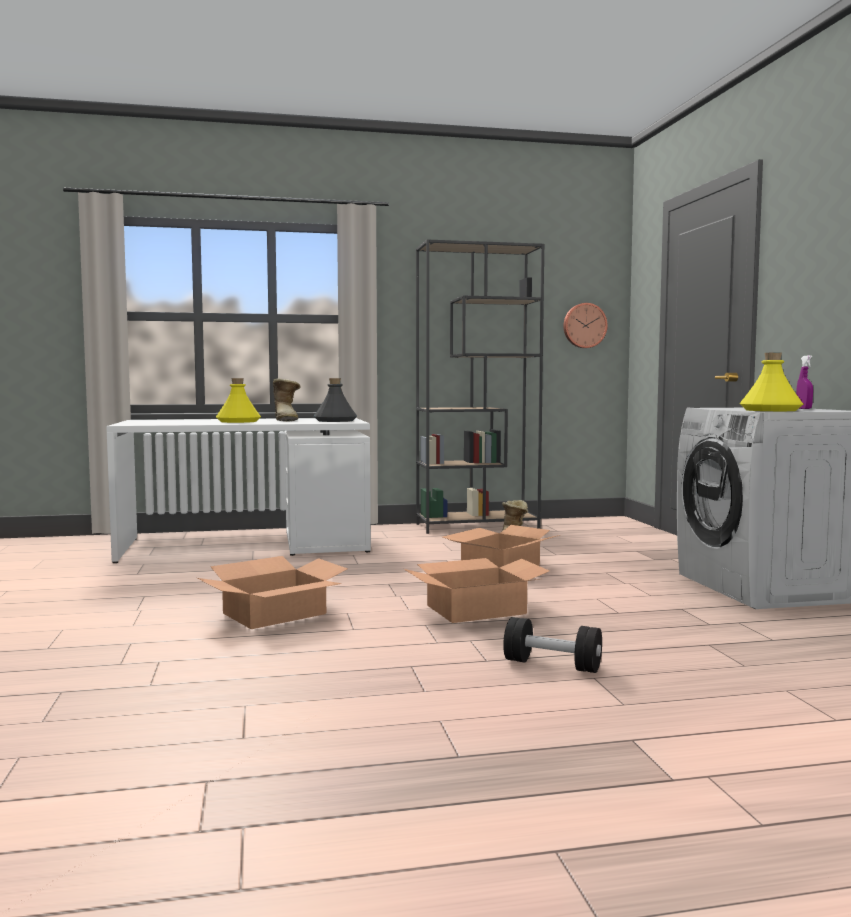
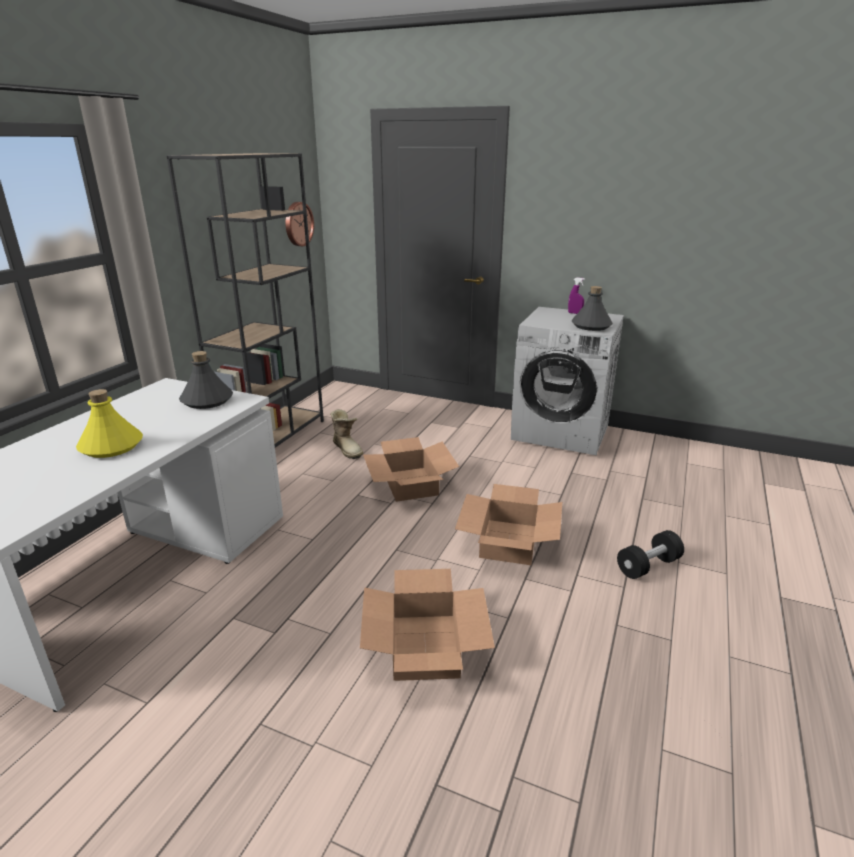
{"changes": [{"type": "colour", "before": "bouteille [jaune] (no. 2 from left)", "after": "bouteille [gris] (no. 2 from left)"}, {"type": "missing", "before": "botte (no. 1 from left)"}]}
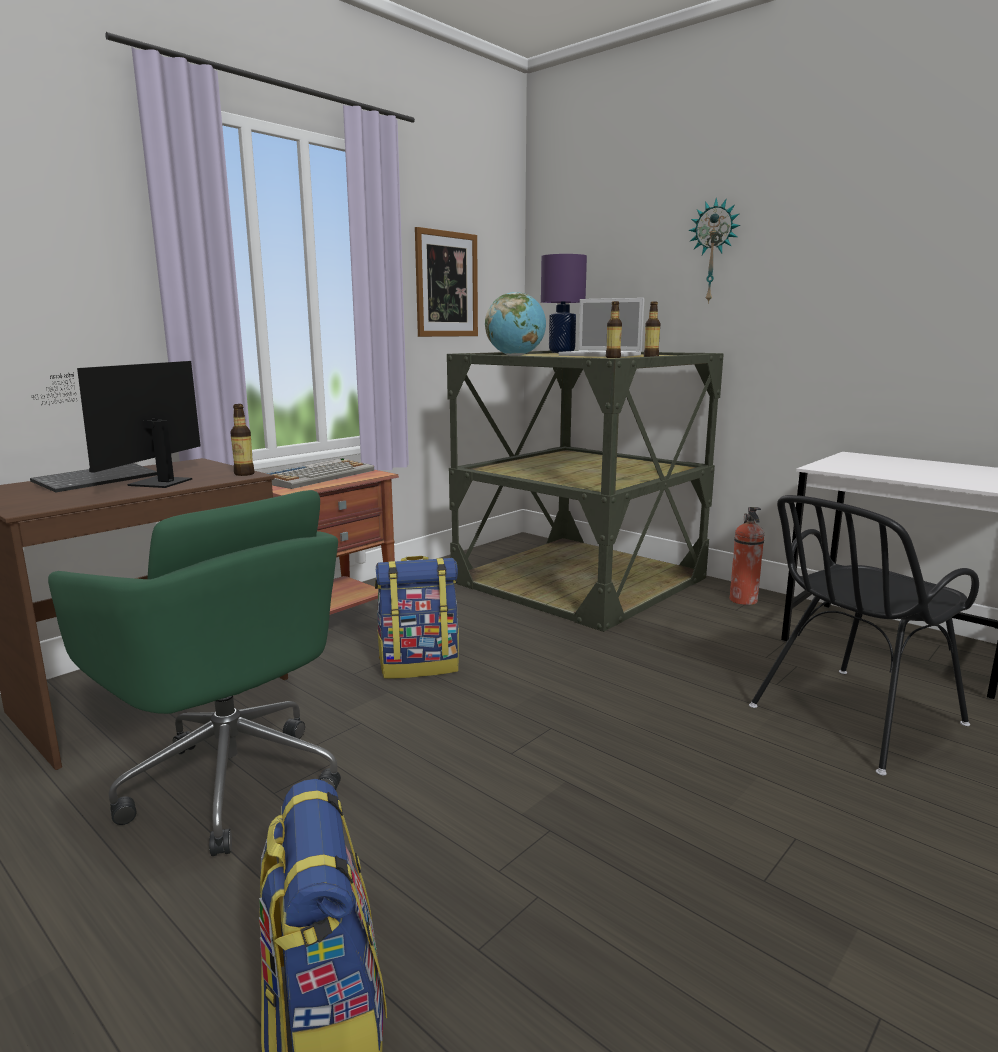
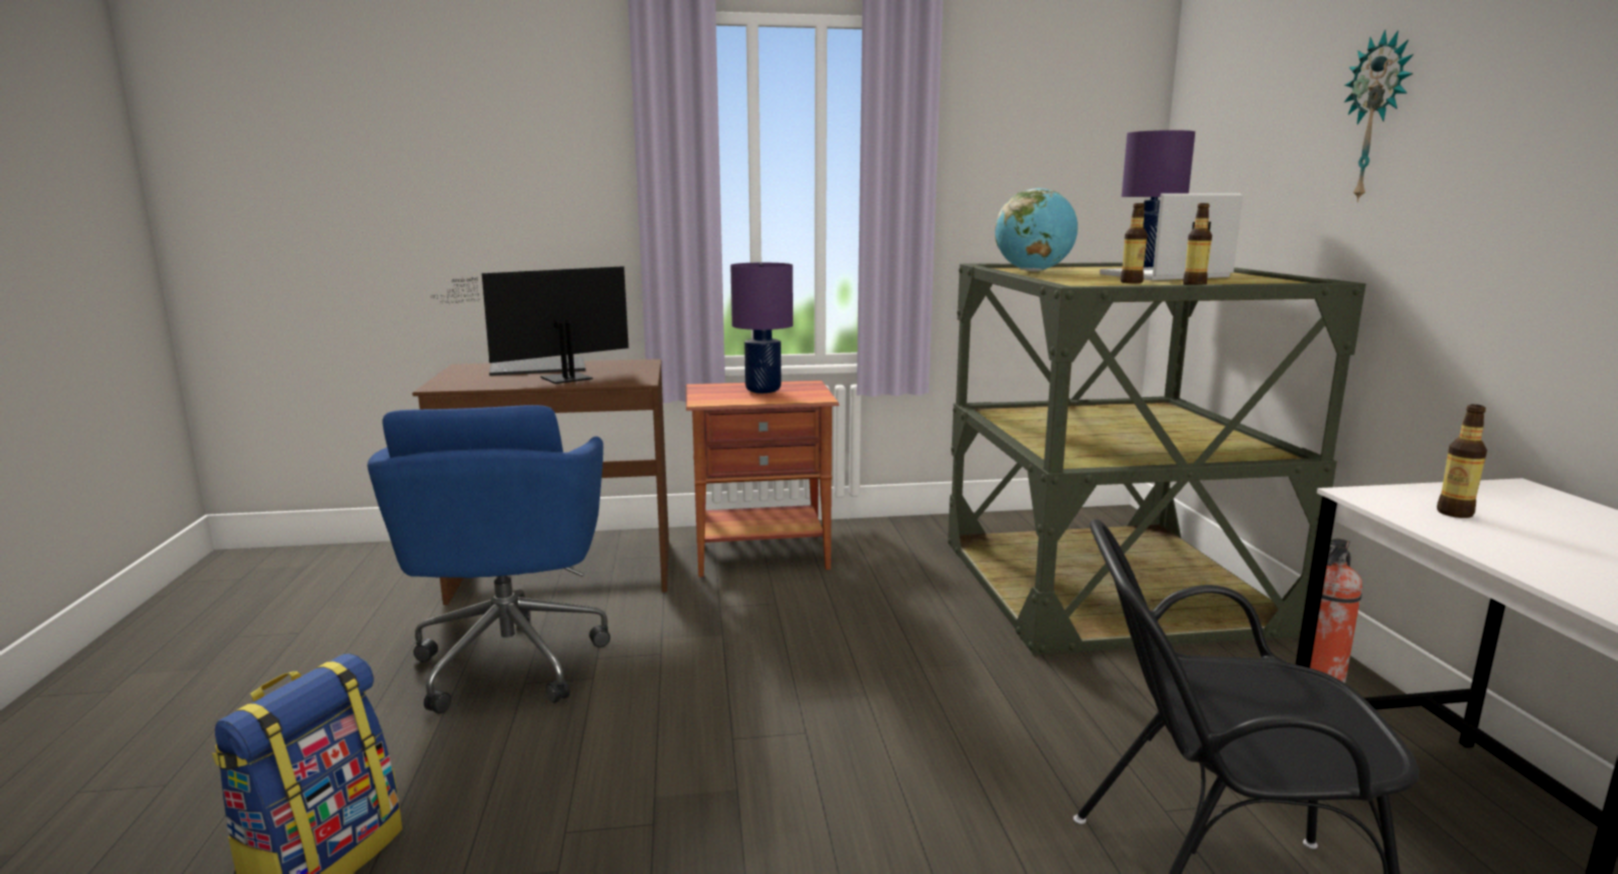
{"changes": [{"type": "missing", "before": "tableau"}, {"type": "spun", "before": "ordinateur portable", "turn": 90}, {"type": "relocated", "before": "bouteille (no. 1 from left in the first image)", "after": "bouteille (no. 3 from left)"}, {"type": "exchanged", "before": "clavier (no. 2 from left)", "after": "lampe de table [violet] (no. 1 from left)"}, {"type": "colour", "before": "chaise de bureau [vert]", "after": "chaise de bureau [bleu]"}, {"type": "missing", "before": "sac à dos (no. 2 from left)"}]}
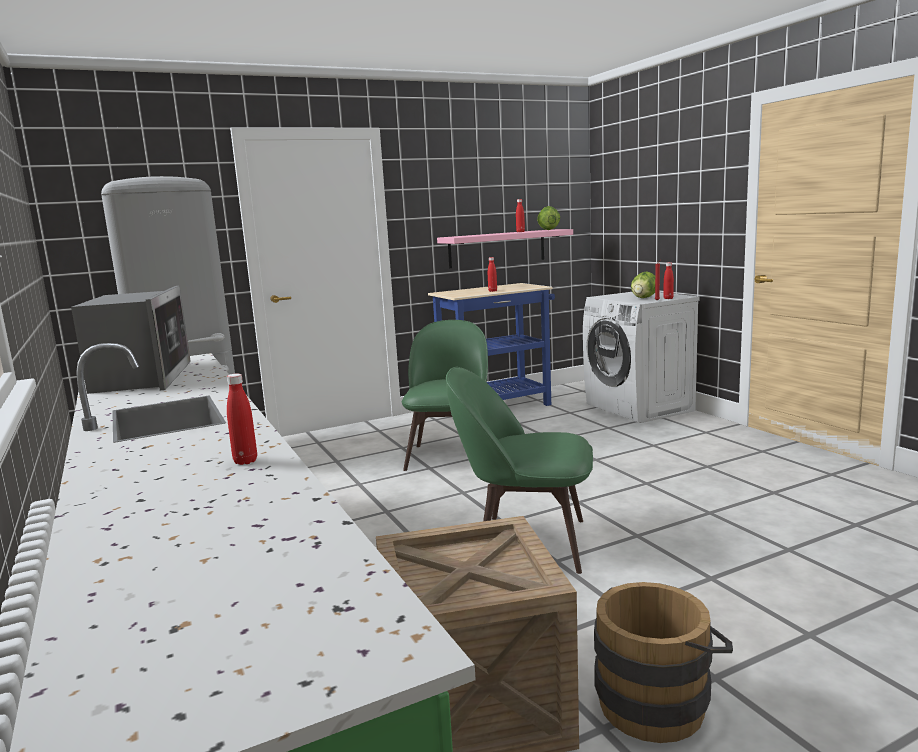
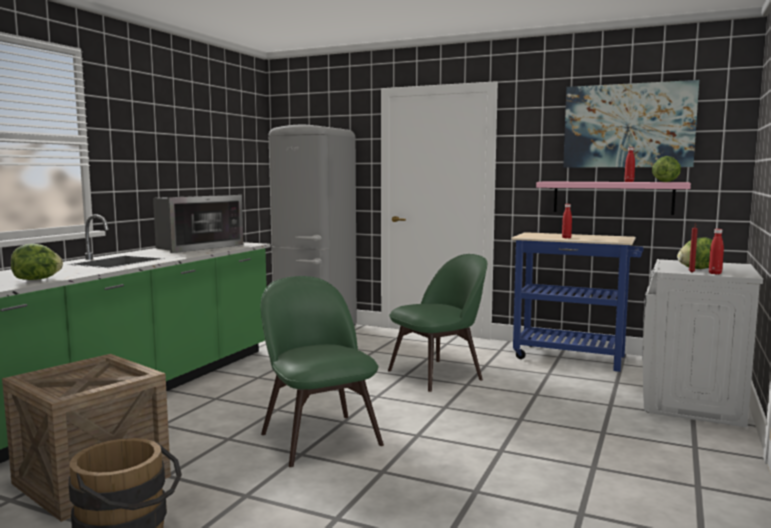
{"changes": [{"type": "exchanged", "before": "bouteille [rouge] (no. 1 from left)", "after": "laitue (no. 1 from left)"}, {"type": "appeared", "after": "tableau"}]}
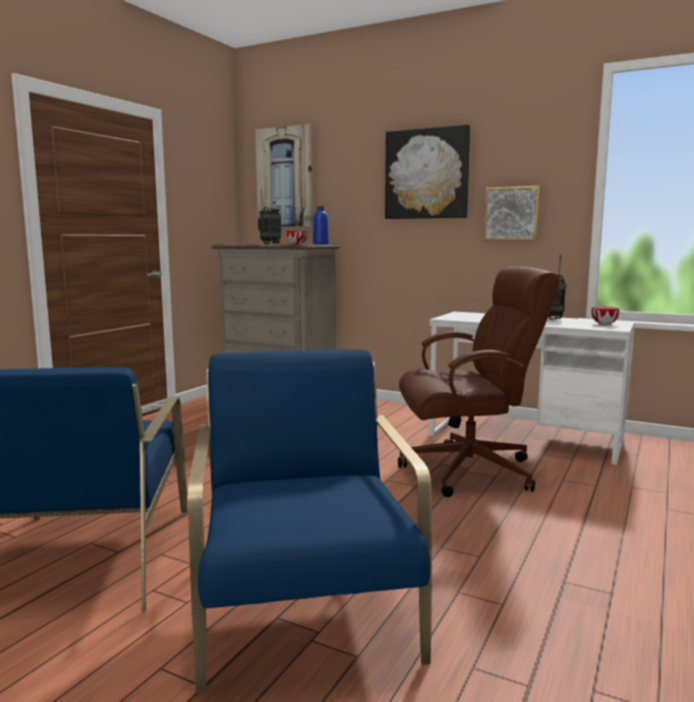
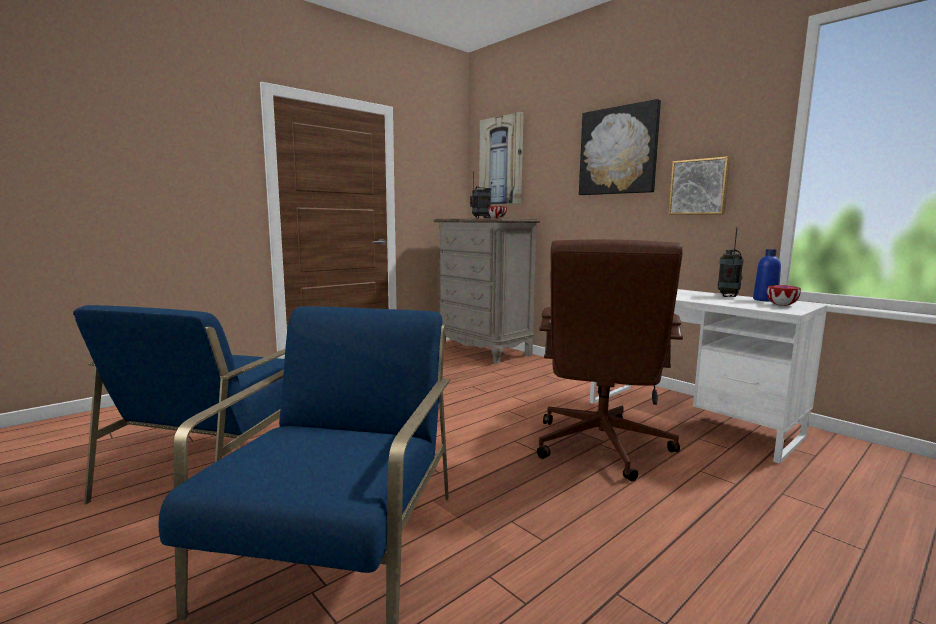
{"changes": [{"type": "relocated", "before": "bouteille [bleu]"}, {"type": "spun", "before": "chaise de bureau [marron]", "turn": 90}]}
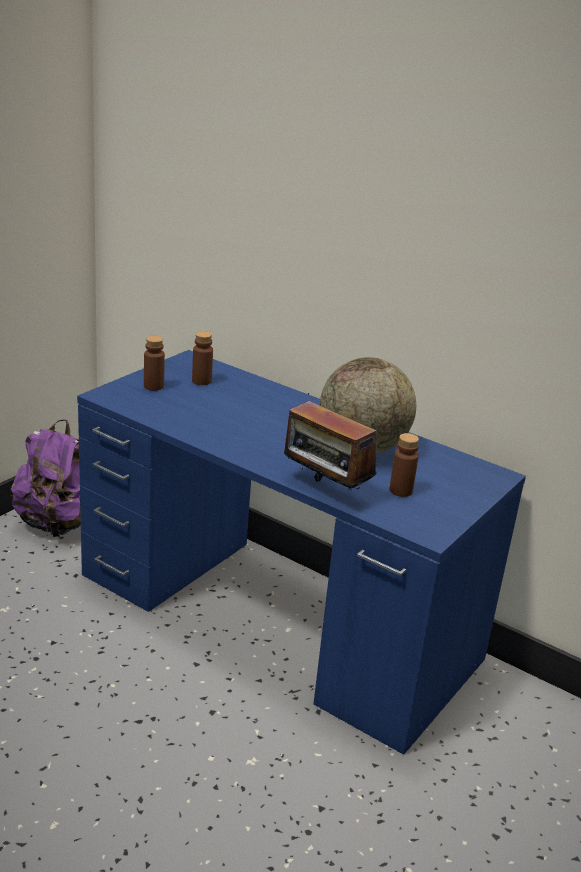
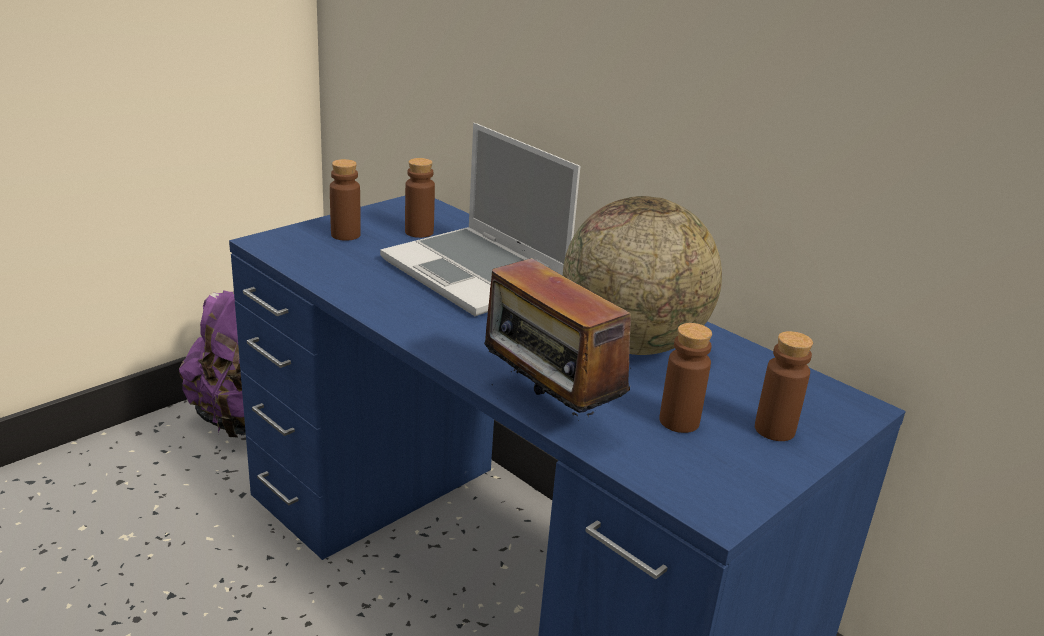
{"changes": [{"type": "appeared", "after": "ordinateur portable"}, {"type": "appeared", "after": "bouteille [marron] (no. 4 from left)"}]}
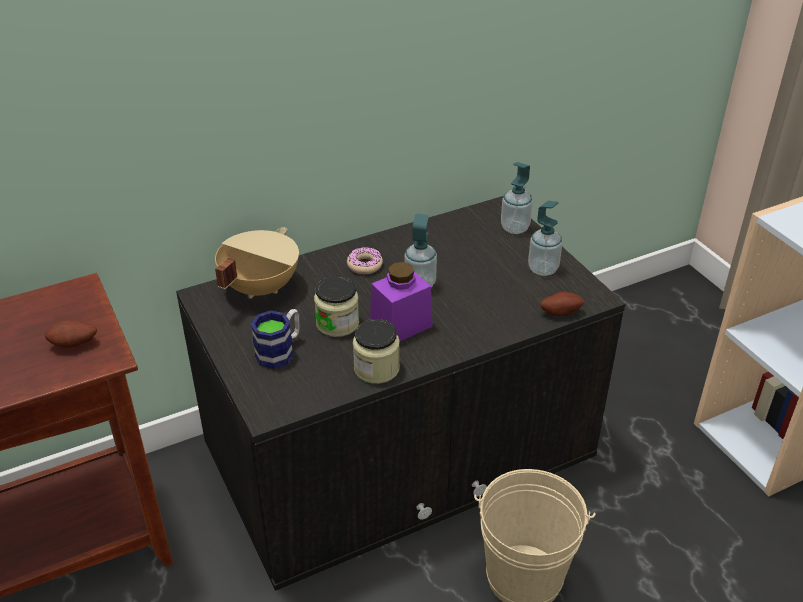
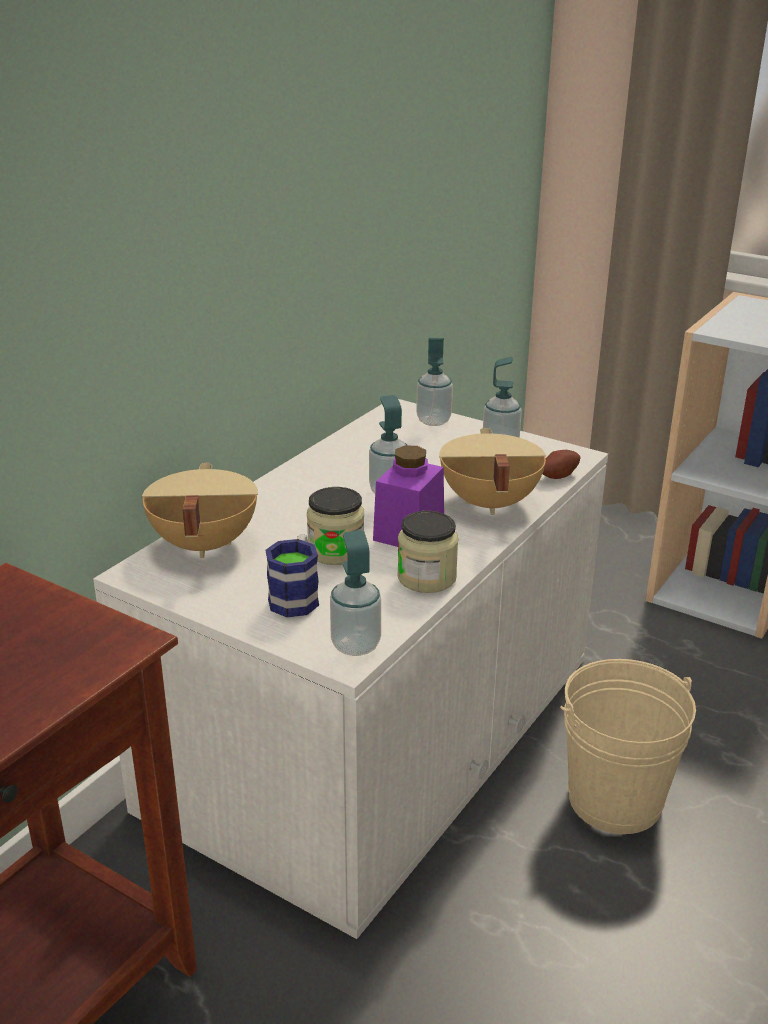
{"changes": [{"type": "colour", "before": "meuble de rangement [noir]", "after": "meuble de rangement [blanc]"}, {"type": "missing", "before": "beignet"}, {"type": "missing", "before": "pomme de terre (no. 1 from left)"}, {"type": "appeared", "after": "marmite [beige] (no. 2 from left)"}, {"type": "appeared", "after": "distributeur de savon (no. 1 from left)"}]}
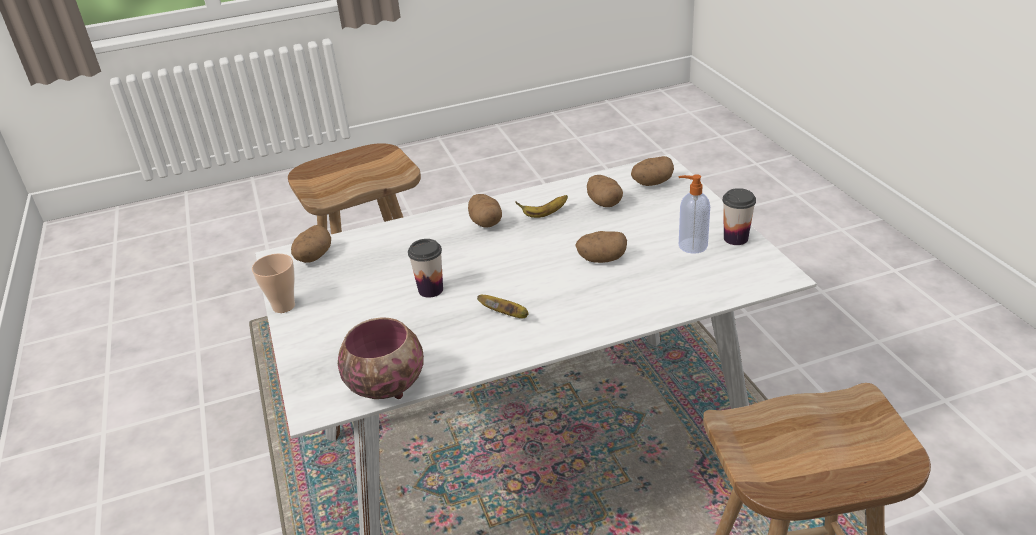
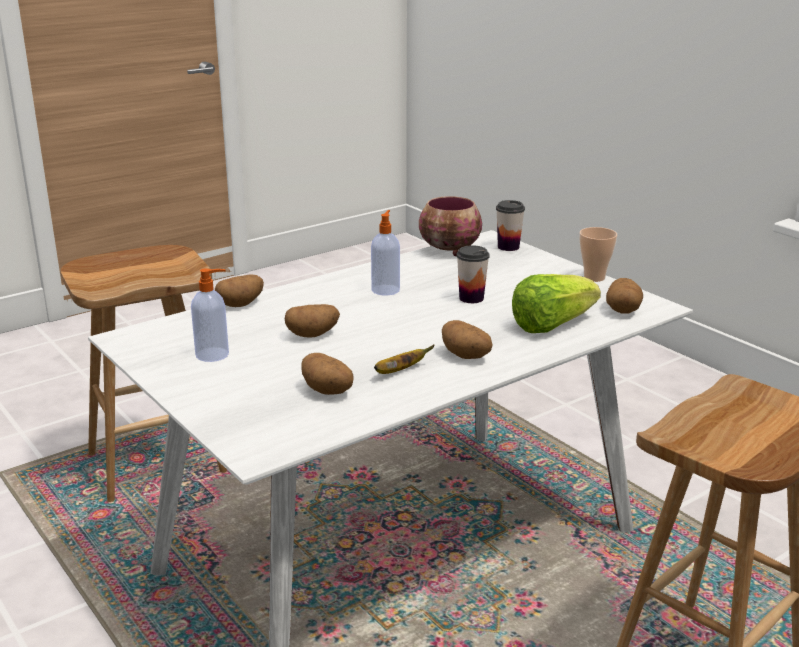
{"changes": [{"type": "relocated", "before": "pomme de terre (no. 5 from left in the first image)", "after": "pomme de terre (no. 1 from left)"}, {"type": "relocated", "before": "tasse (no. 3 from left in the first image)", "after": "tasse (no. 2 from left)"}, {"type": "exchanged", "before": "banane (no. 1 from left)", "after": "distributeur de savon (no. 2 from left)"}, {"type": "appeared", "after": "laitue"}]}
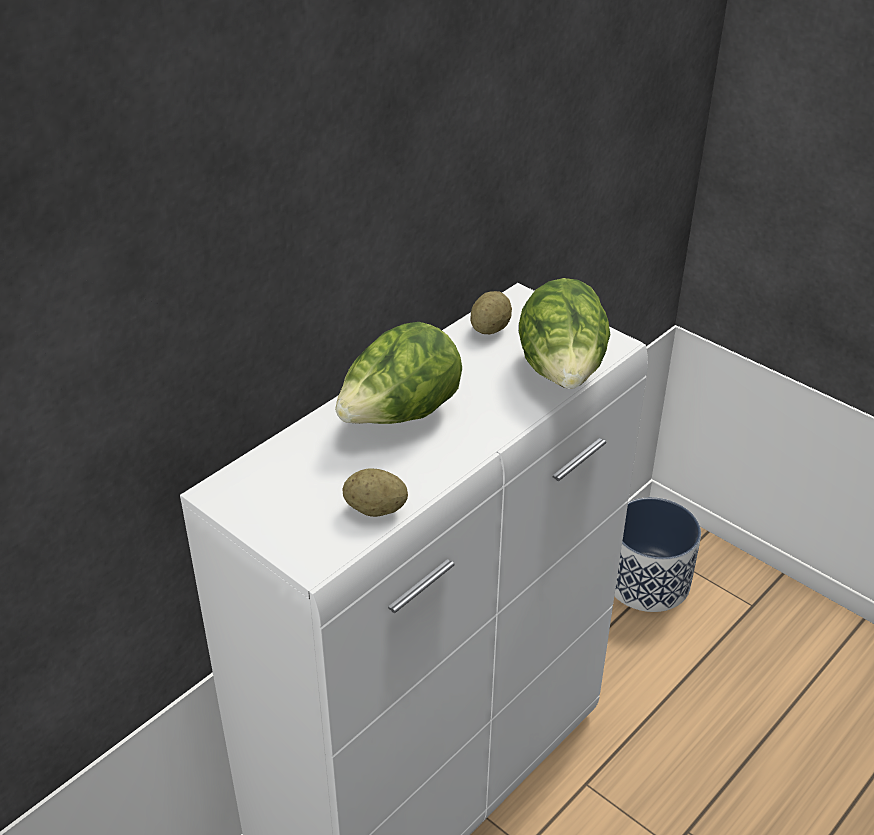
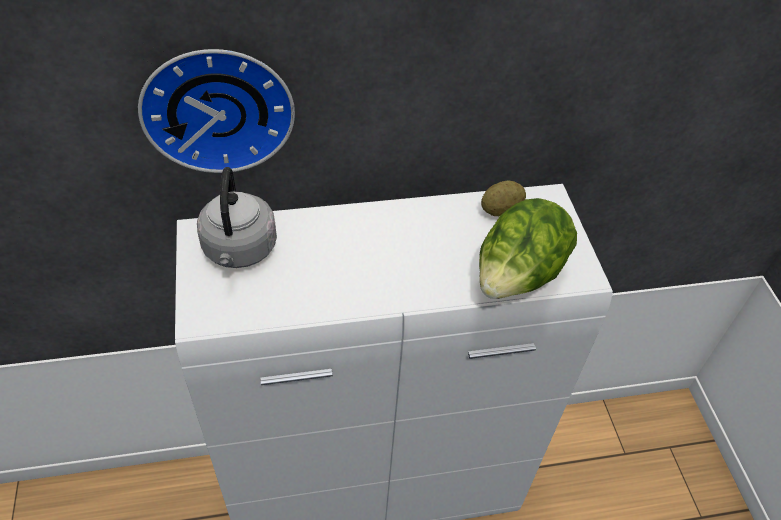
{"changes": [{"type": "missing", "before": "laitue (no. 1 from left)"}, {"type": "missing", "before": "pomme de terre (no. 1 from left)"}, {"type": "missing", "before": "cache-pot"}, {"type": "appeared", "after": "horloge murale"}, {"type": "appeared", "after": "bouilloire [gris]"}]}
